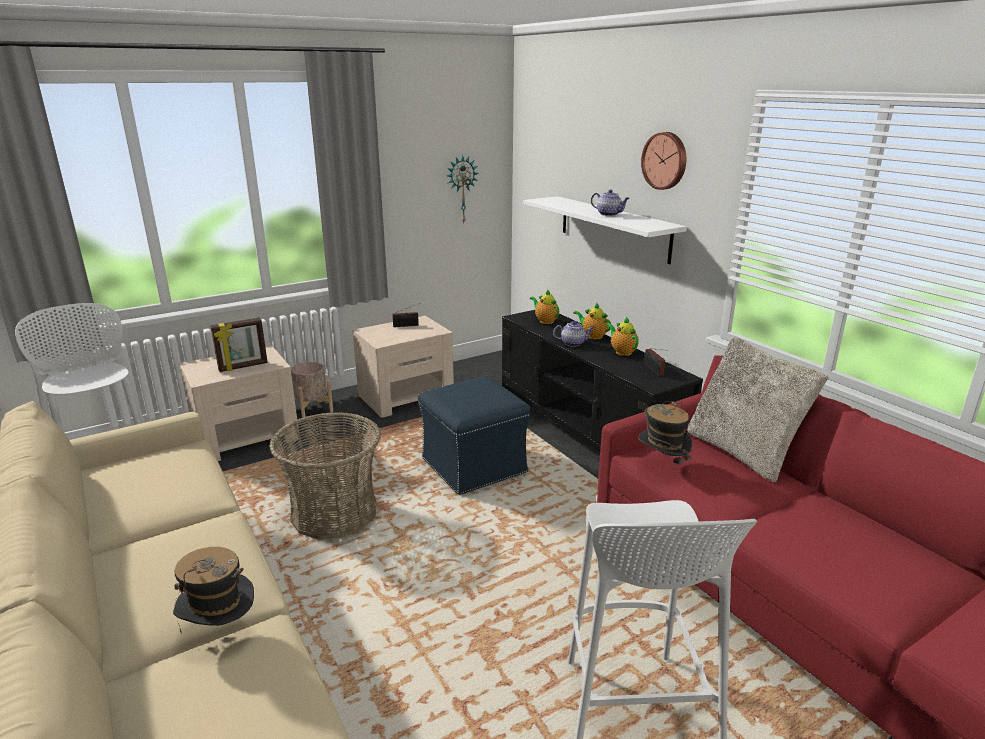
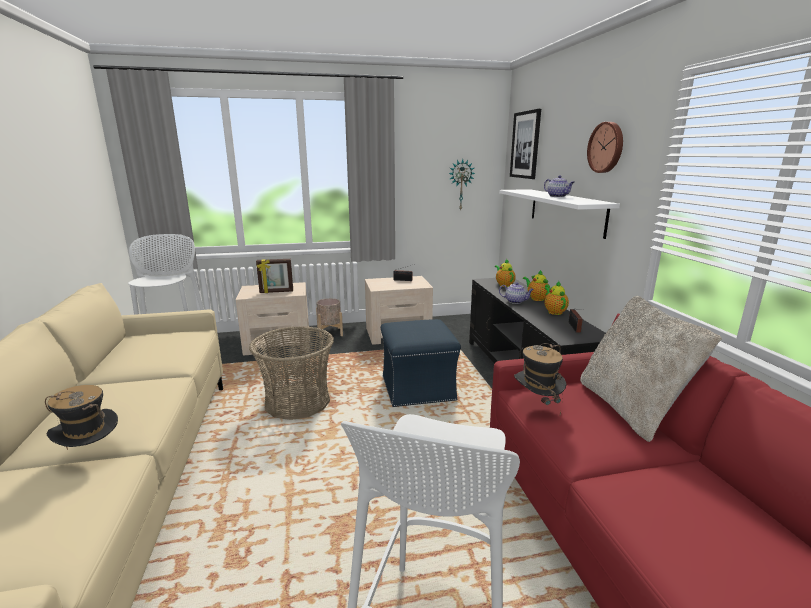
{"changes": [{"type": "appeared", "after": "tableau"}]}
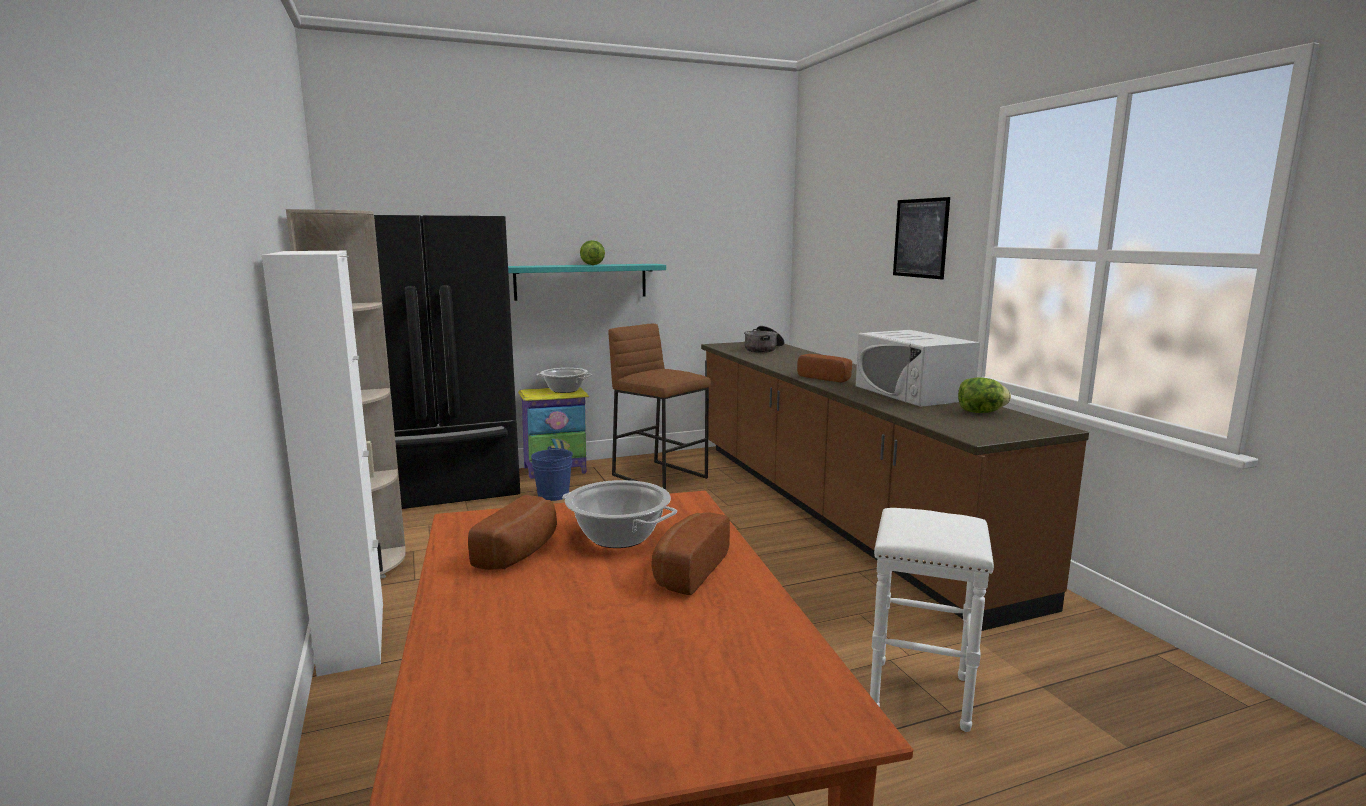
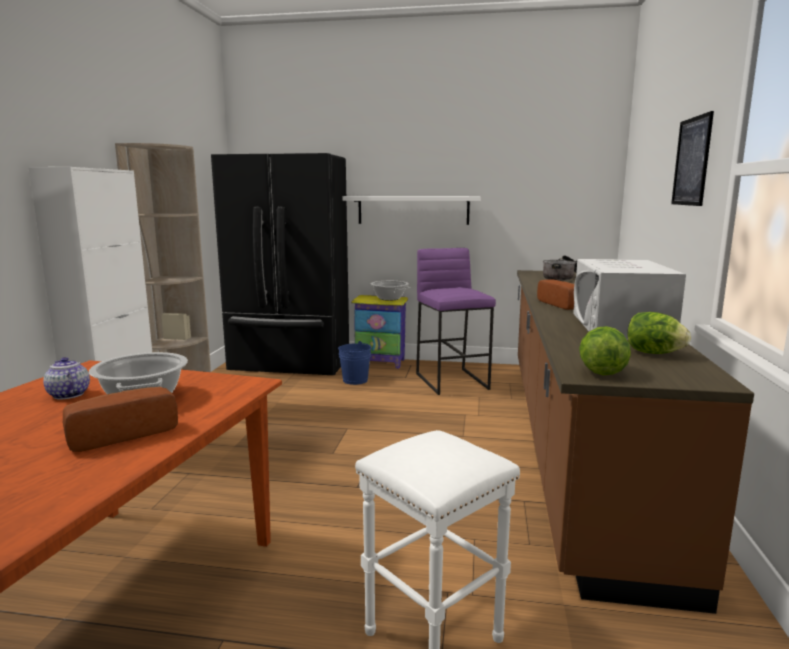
{"changes": [{"type": "relocated", "before": "laitue (no. 1 from left)"}, {"type": "colour", "before": "étagère [turquoise]", "after": "étagère [blanc]"}, {"type": "colour", "before": "tabouret [marron]", "after": "tabouret [violet]"}, {"type": "exchanged", "before": "pain (no. 1 from left)", "after": "théière"}]}
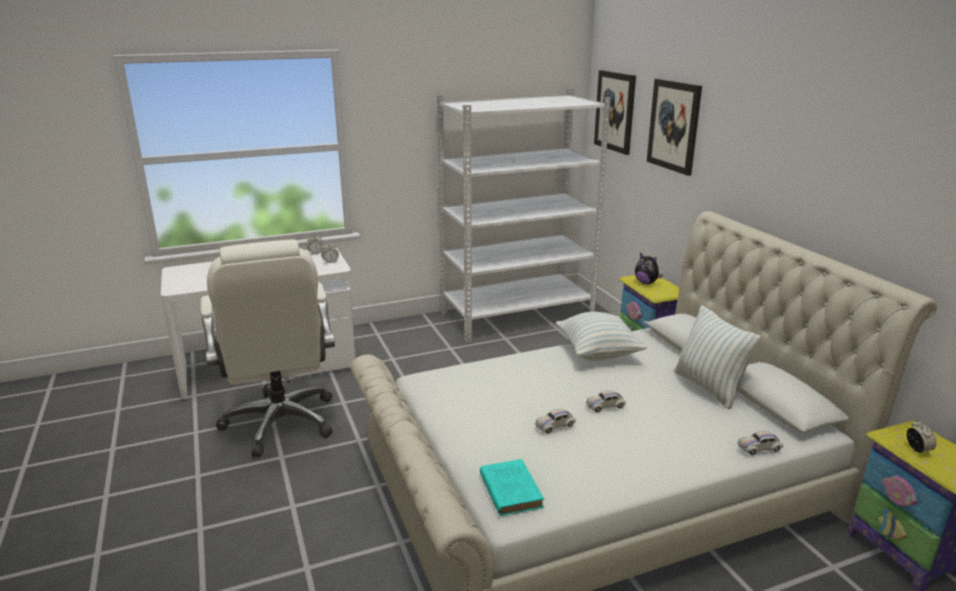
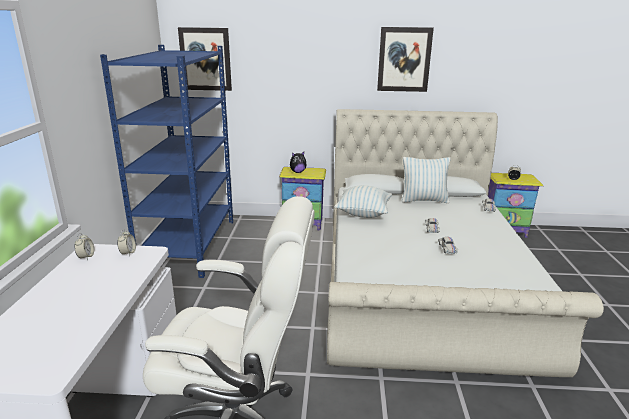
{"changes": [{"type": "relocated", "before": "tableau (no. 2 from left)"}, {"type": "colour", "before": "bibliothèque [blanc]", "after": "bibliothèque [bleu]"}, {"type": "missing", "before": "livre [turquoise]"}]}
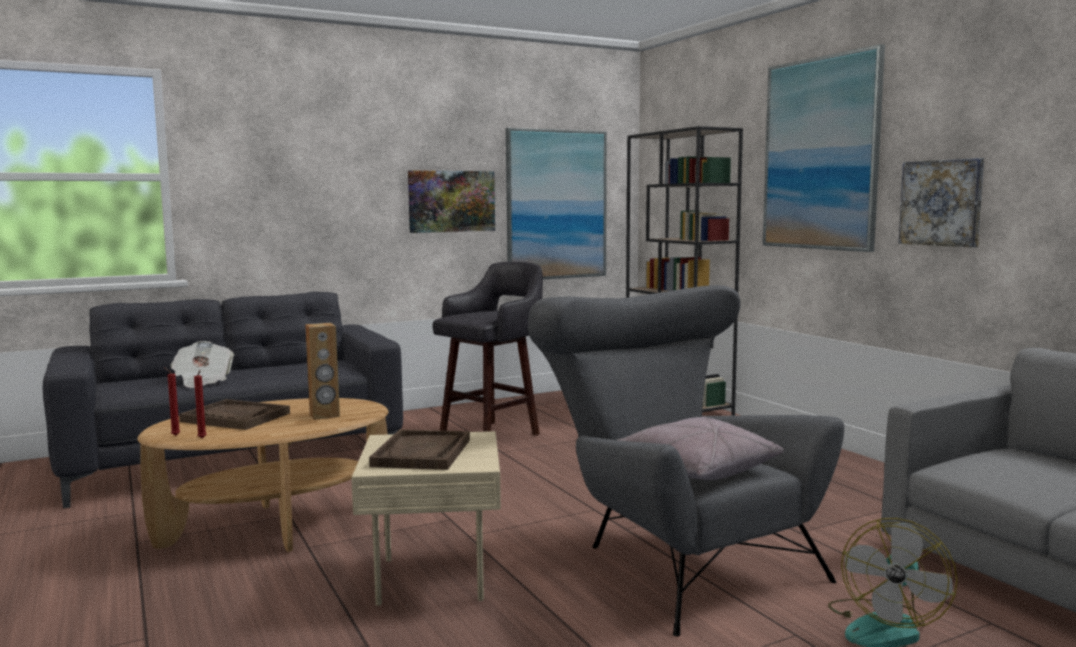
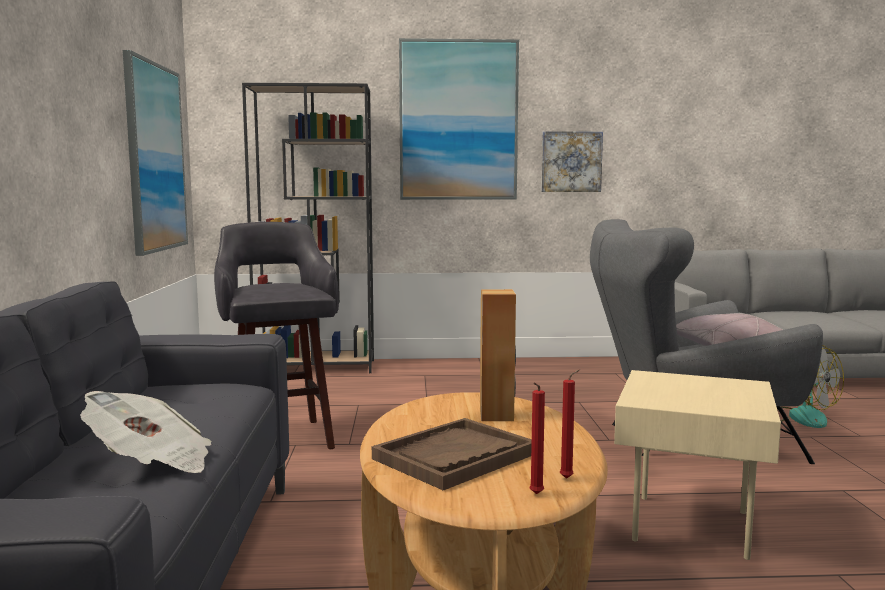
{"changes": [{"type": "missing", "before": "tableau (no. 1 from left)"}, {"type": "missing", "before": "plateau [marron] (no. 2 from left)"}]}
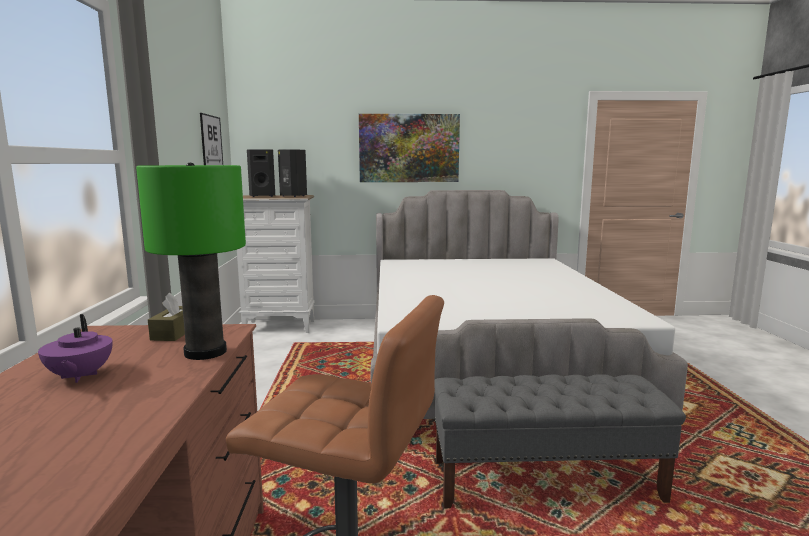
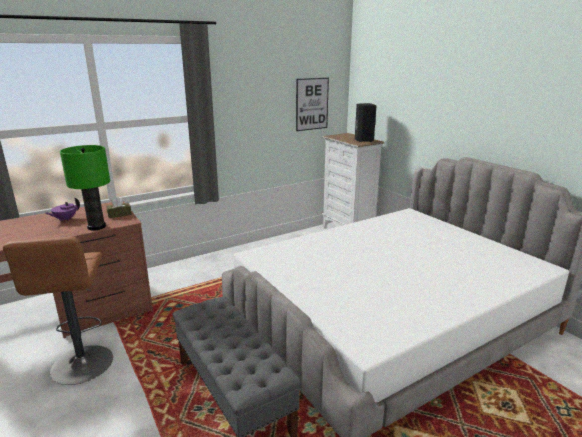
{"changes": [{"type": "missing", "before": "tableau (no. 2 from left)"}, {"type": "missing", "before": "enceinte [noir] (no. 1 from left)"}]}
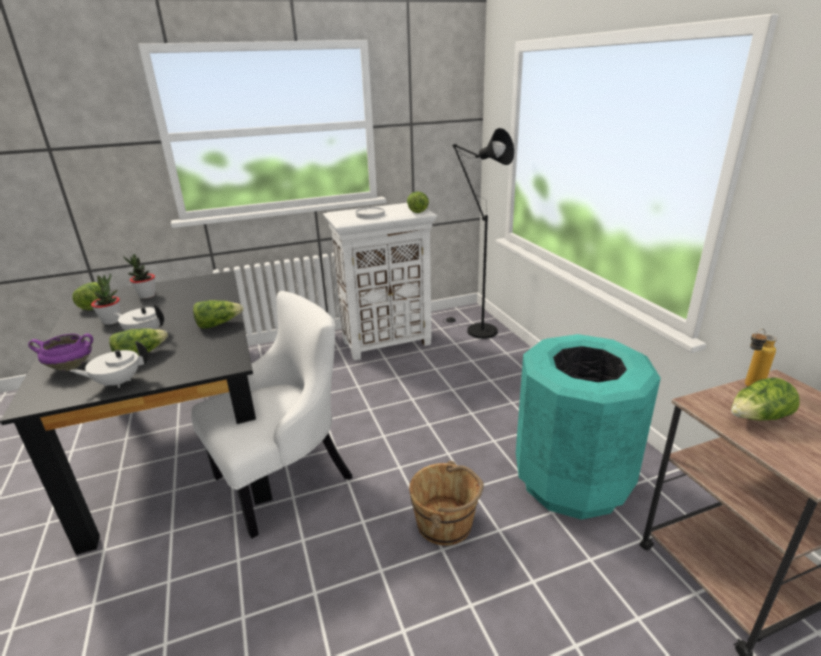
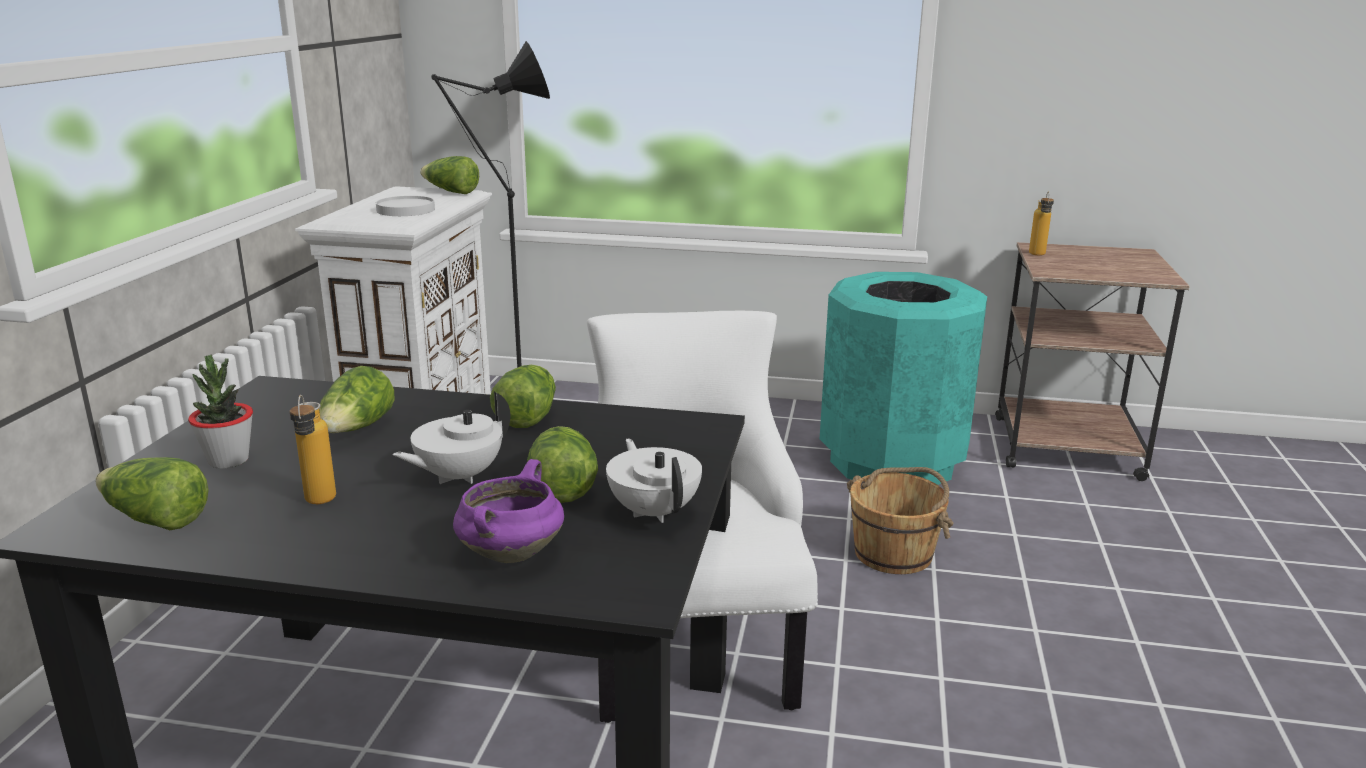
{"changes": [{"type": "exchanged", "before": "plante en pot (no. 1 from left)", "after": "bouteille (no. 1 from left)"}, {"type": "spun", "before": "théière [blanc] (no. 1 from left in the first image)", "turn": 150}, {"type": "relocated", "before": "laitue (no. 5 from left in the first image)", "after": "laitue (no. 2 from left)"}]}
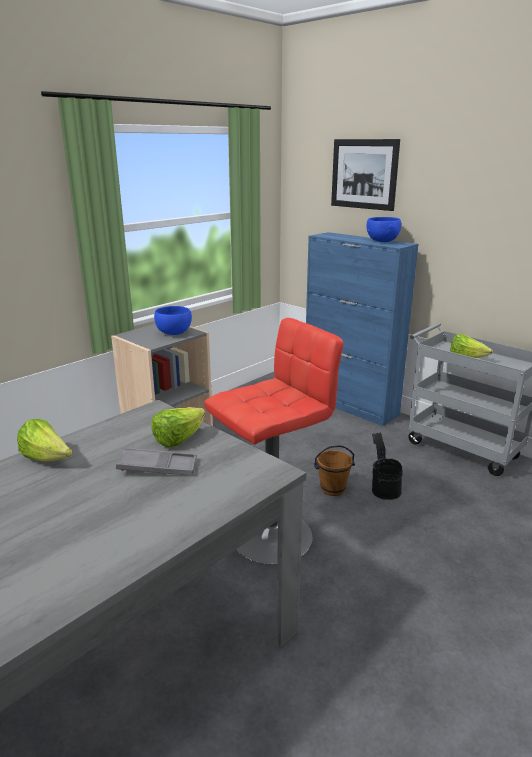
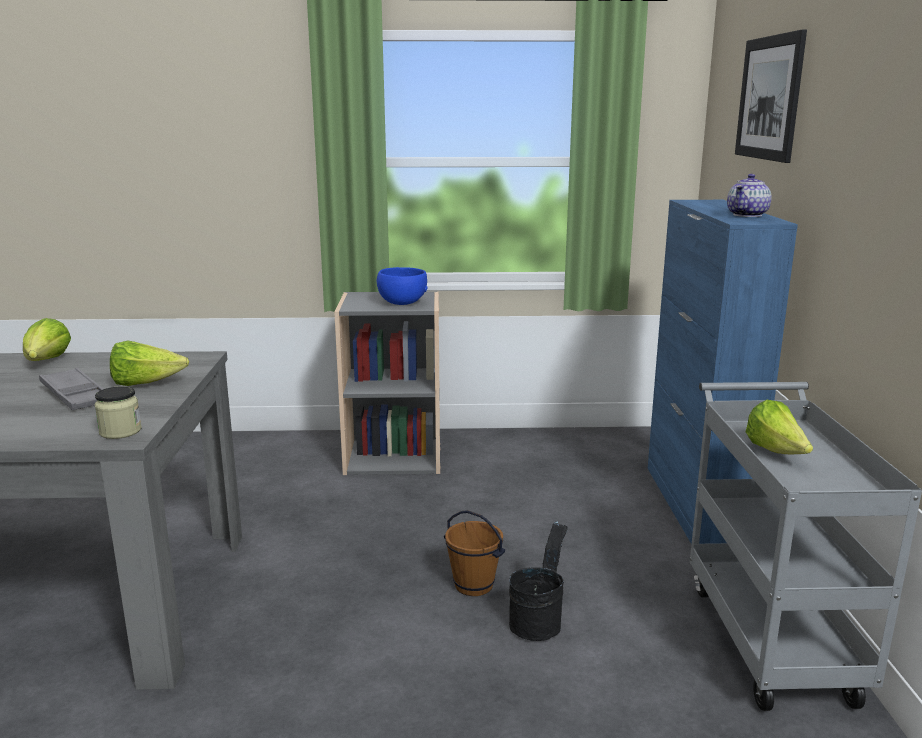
{"changes": [{"type": "exchanged", "before": "bol [bleu] (no. 2 from left)", "after": "théière"}, {"type": "missing", "before": "tabouret [rouge]"}, {"type": "appeared", "after": "bocal"}]}
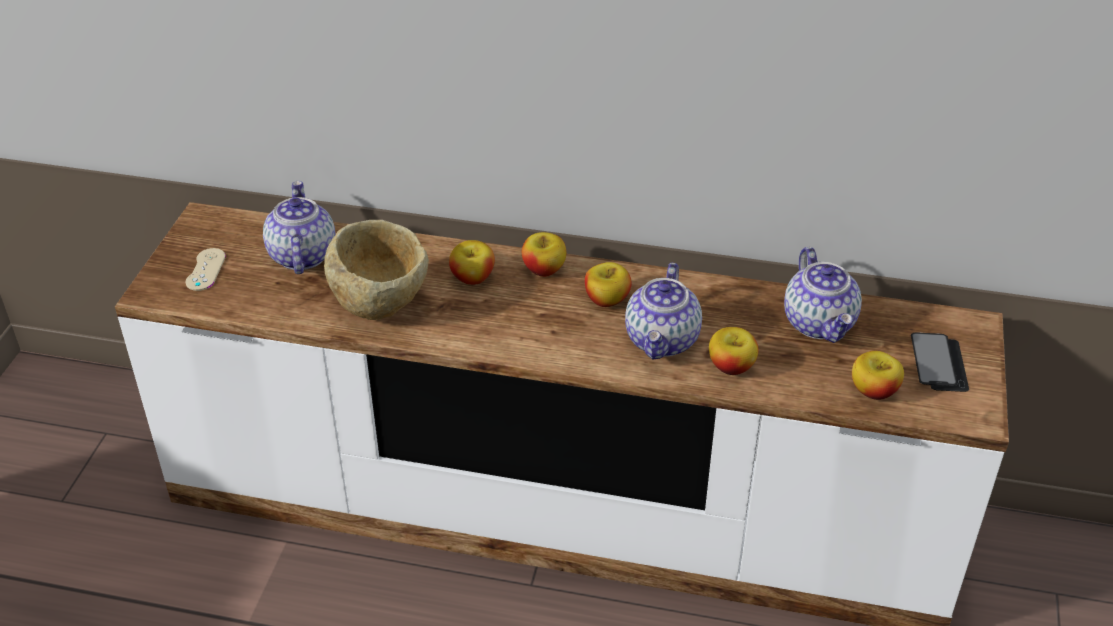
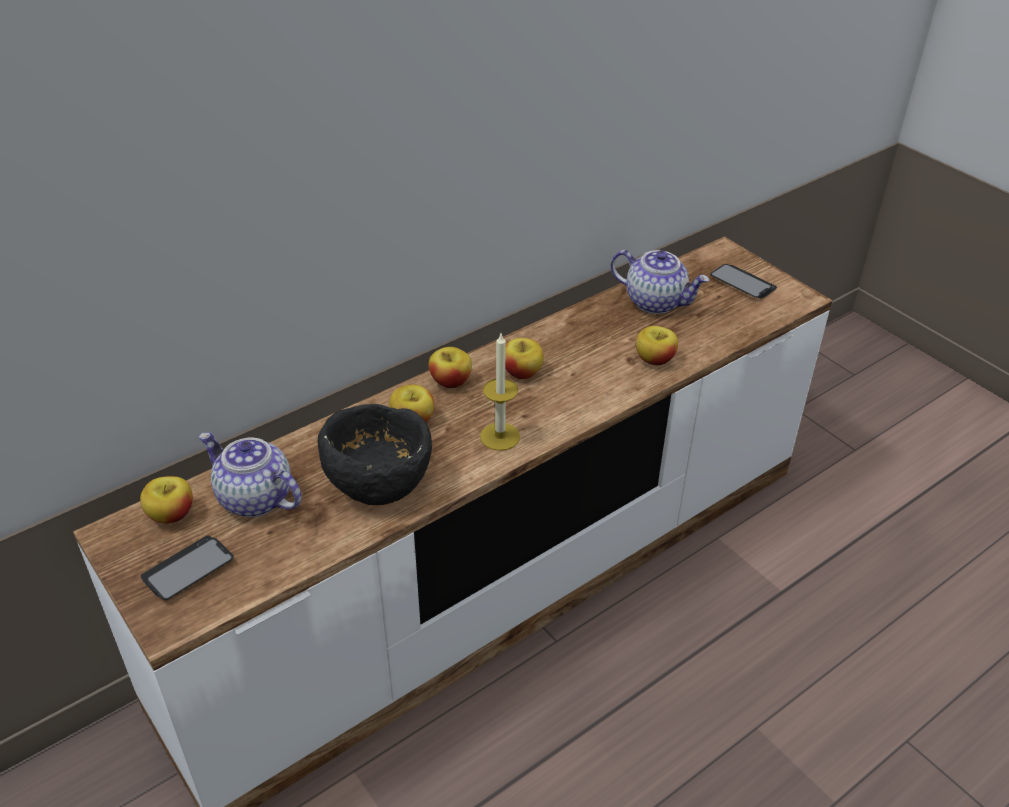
{"changes": [{"type": "colour", "before": "bol [beige]", "after": "bol [noir]"}, {"type": "exchanged", "before": "manette [beige]", "after": "téléphone (no. 1 from left)"}, {"type": "missing", "before": "théière (no. 2 from left)"}, {"type": "relocated", "before": "pomme (no. 5 from left in the first image)", "after": "pomme (no. 1 from left)"}, {"type": "appeared", "after": "bougie"}]}
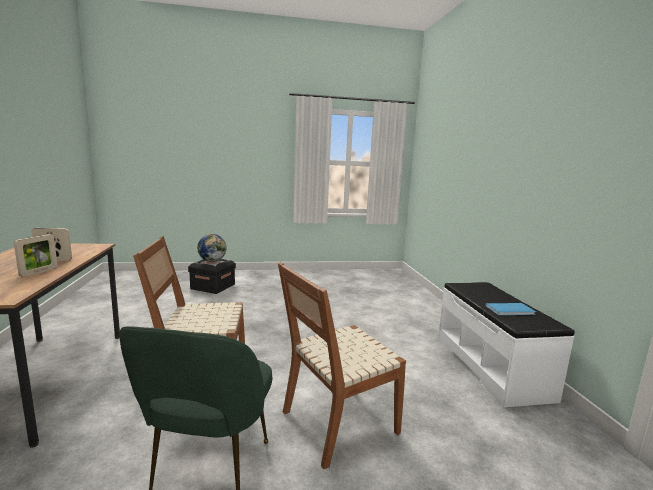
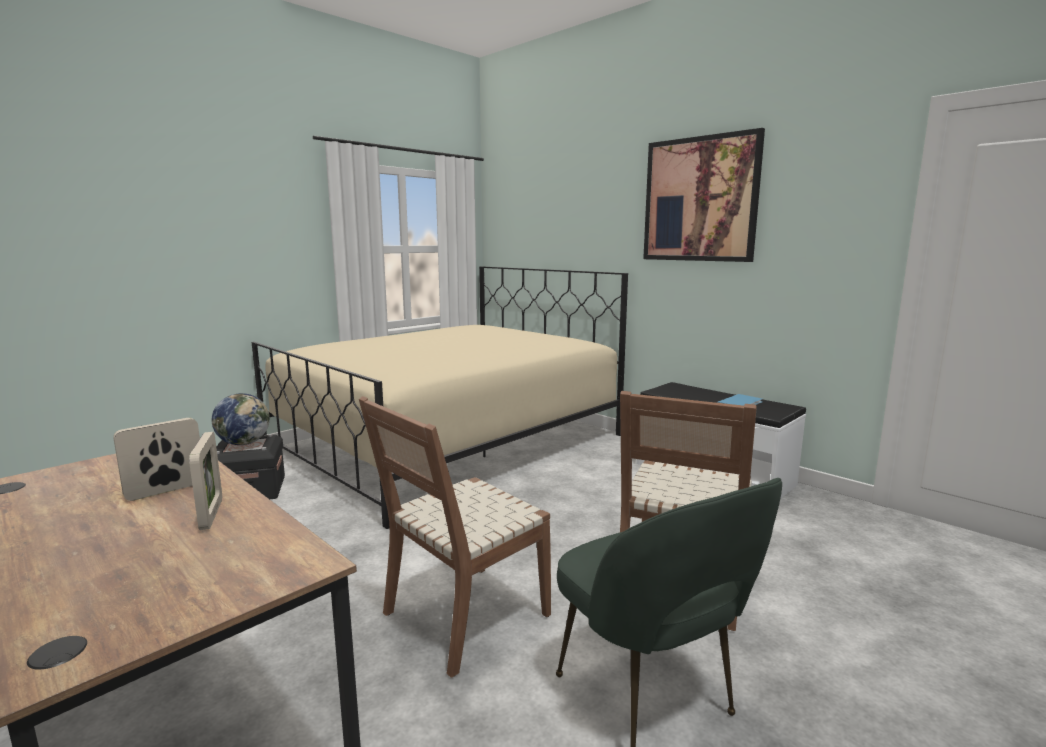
{"changes": [{"type": "appeared", "after": "tableau"}, {"type": "appeared", "after": "lit [beige]"}]}
